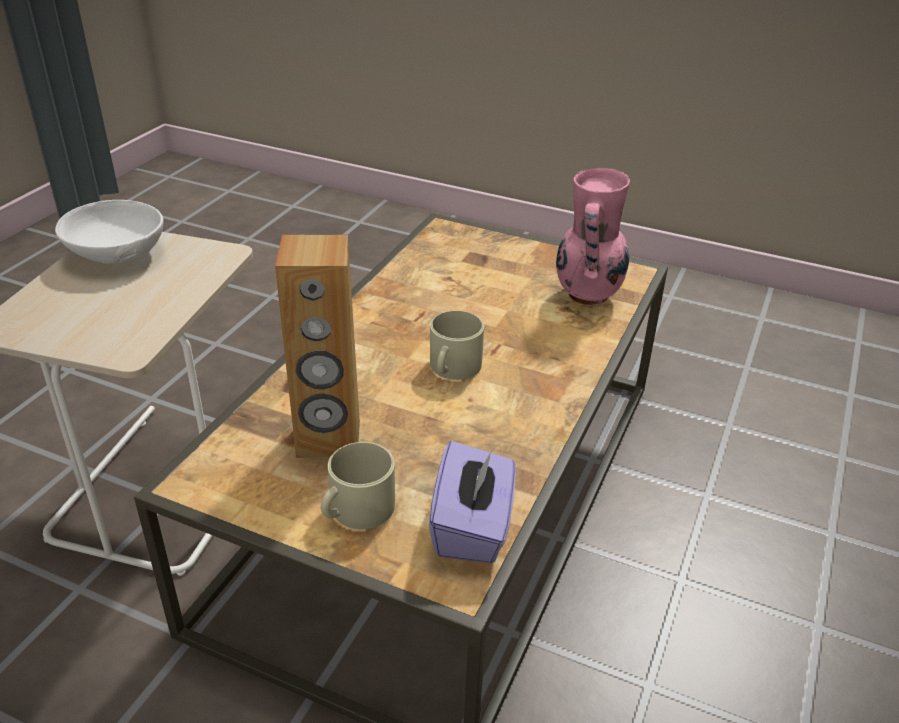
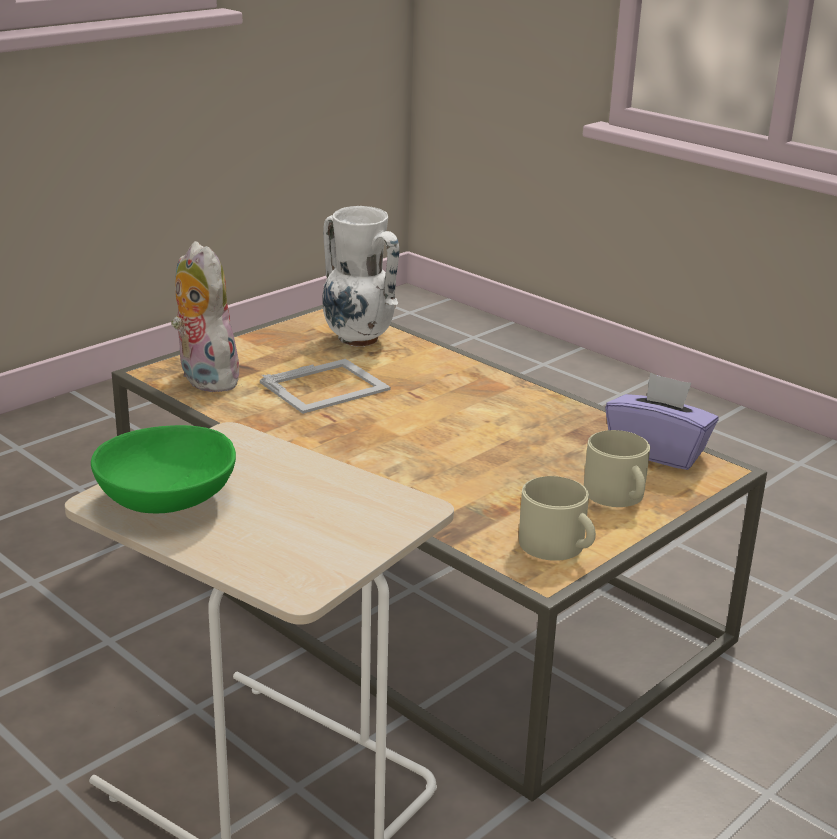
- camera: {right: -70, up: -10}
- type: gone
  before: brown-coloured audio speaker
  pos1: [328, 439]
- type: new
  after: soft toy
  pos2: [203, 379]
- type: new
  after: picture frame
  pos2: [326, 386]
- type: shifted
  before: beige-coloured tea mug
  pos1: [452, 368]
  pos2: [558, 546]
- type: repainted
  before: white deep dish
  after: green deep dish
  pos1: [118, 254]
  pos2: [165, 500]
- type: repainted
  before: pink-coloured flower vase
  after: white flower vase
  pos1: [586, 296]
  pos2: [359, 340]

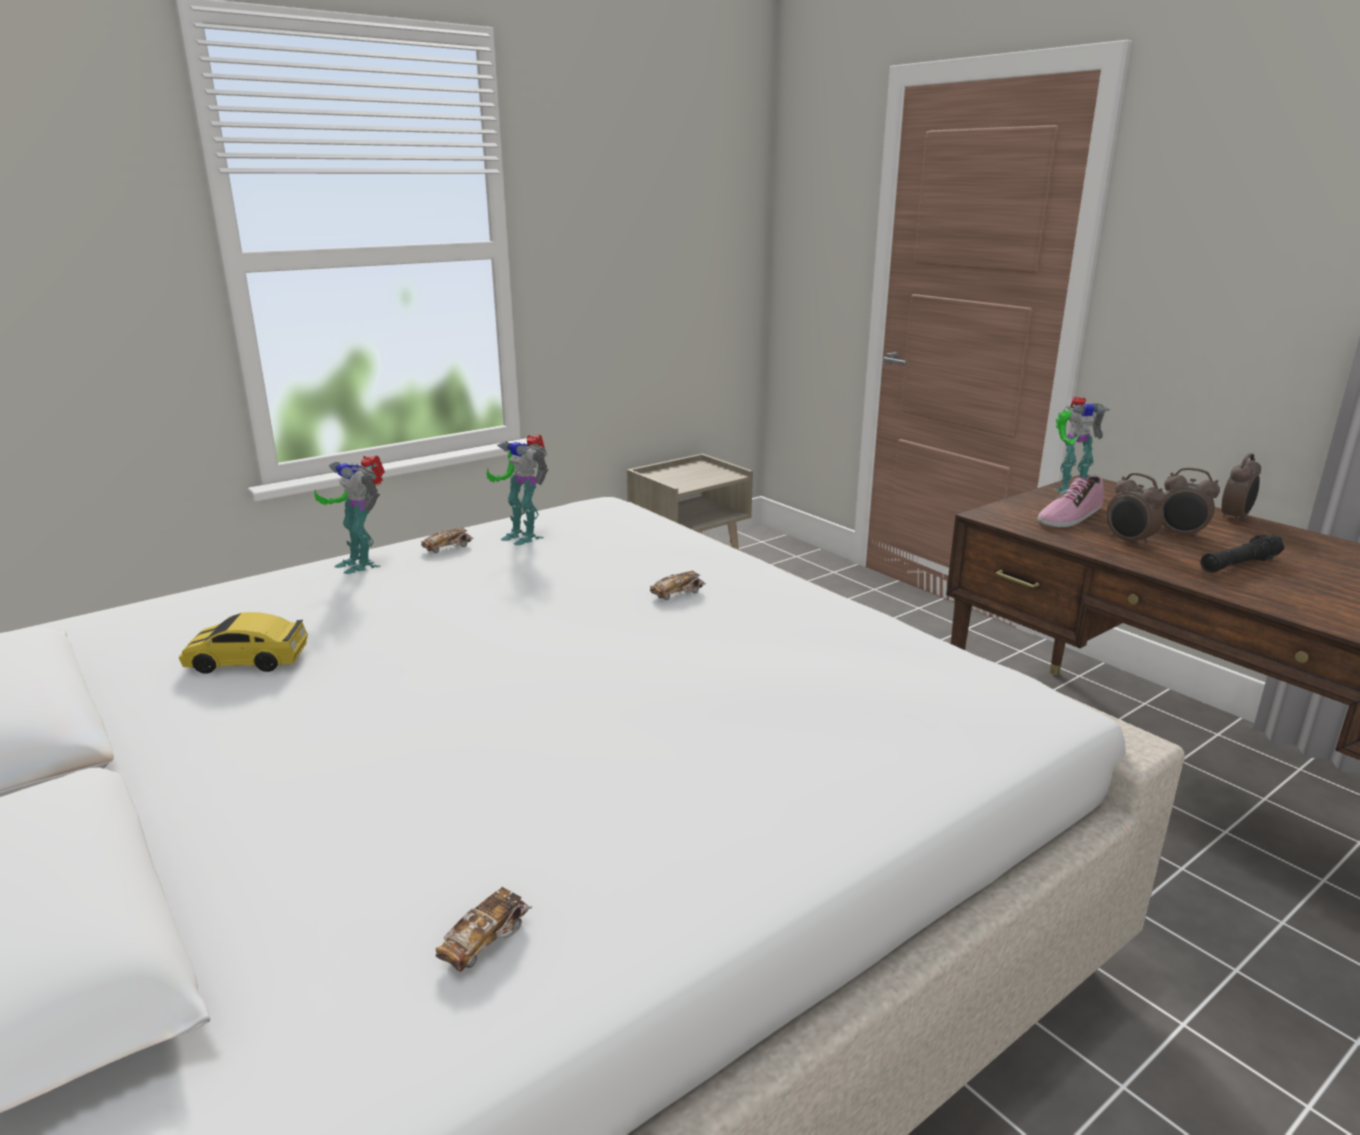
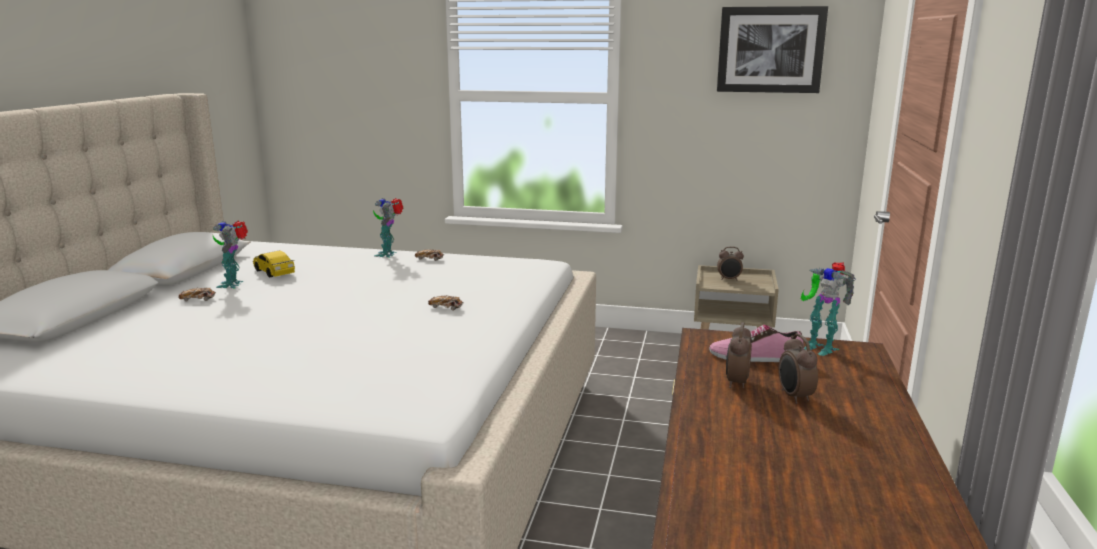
- camera: {right: 50, up: -5}
- type: gone
  before: black hand torch
  pos1: [1239, 565]
- type: new
  after: wall art
  pos2: [770, 50]
- type: shifted
  before: miniature car
  pos1: [485, 941]
  pos2: [198, 299]
- type: shifted
  before: model robot
  pos1: [523, 536]
  pos2: [233, 284]
- type: shifted
  before: bedside clock
  pos1: [1235, 518]
  pos2: [729, 279]

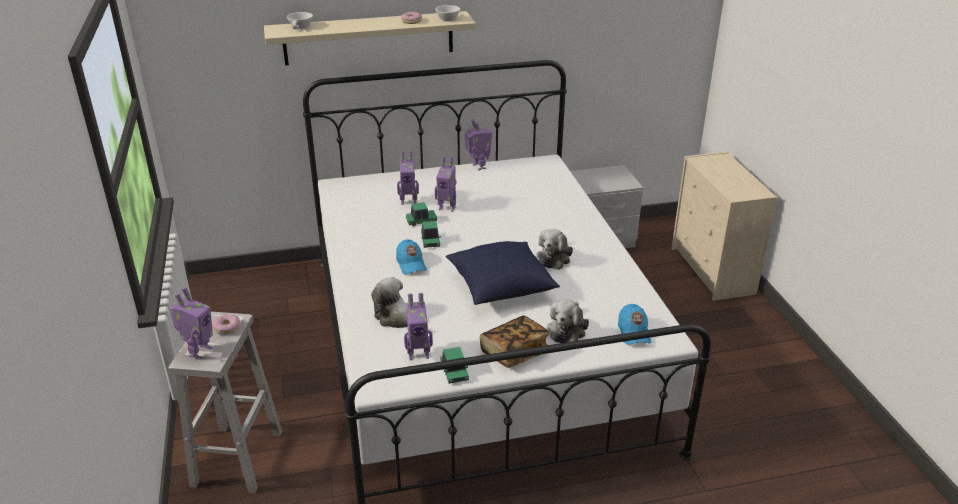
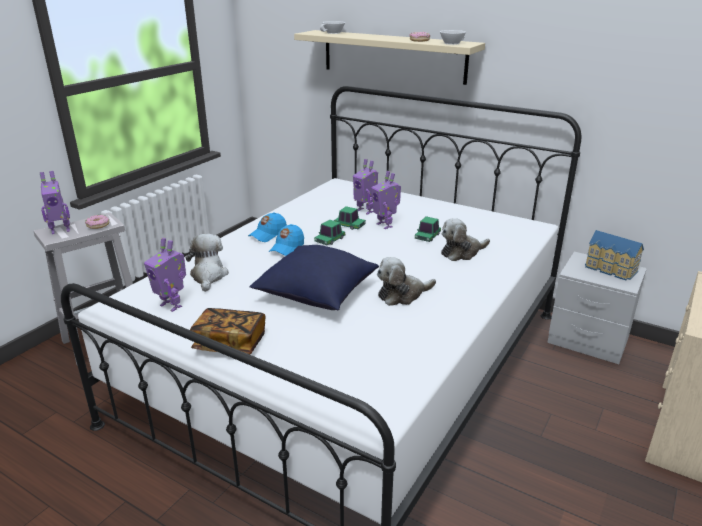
- camera: {right: 45, up: -5}
- type: gone
  before: model robot
  pos1: [478, 167]
- type: new
  after: toy house
  pos2: [610, 269]
- type: shifted
  before: miniature car
  pos1: [454, 372]
  pos2: [427, 237]
- type: shifted
  before: soft toy
  pos1: [567, 329]
  pos2: [462, 252]
- type: shifted
  before: bluish baseball cap
  pos1: [633, 332]
  pos2: [268, 235]

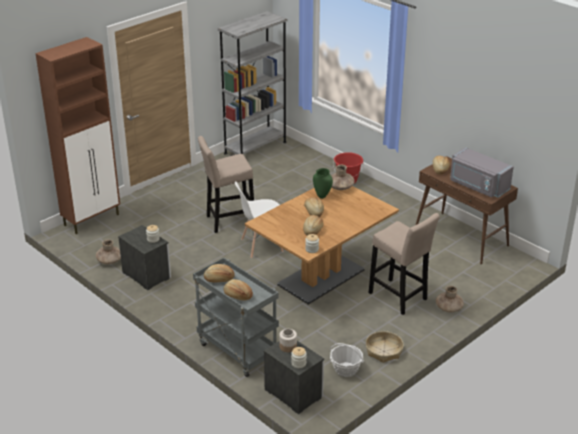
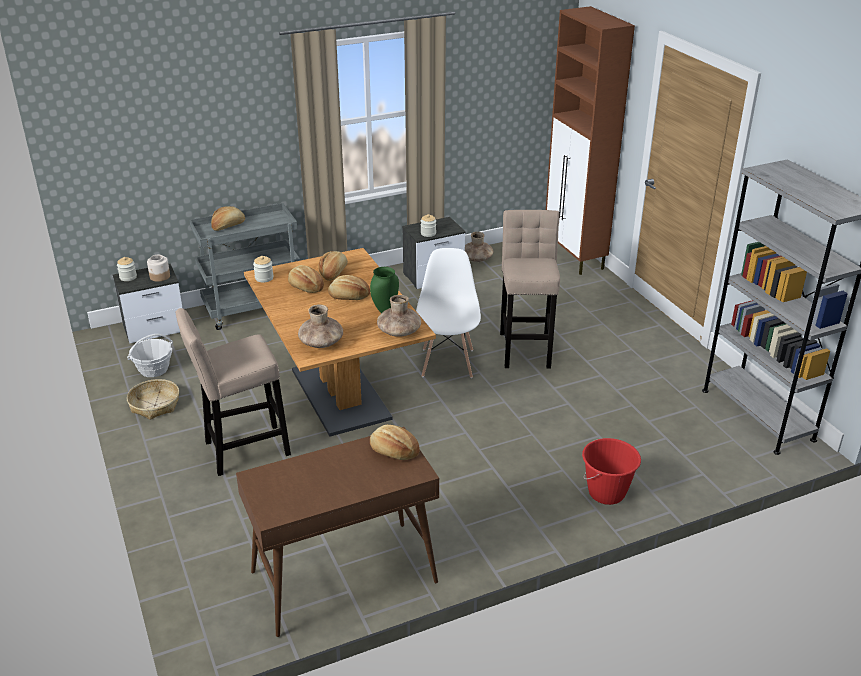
- camera: {right: 110, up: 0}
- type: gone
  before: grey microwave
  pos1: [478, 186]
- type: shifted
  before: baked bread
  pos1: [219, 279]
  pos2: [334, 273]
- type: shifted
  before: brown-coloured flower vase
  pos1: [449, 308]
  pos2: [321, 343]

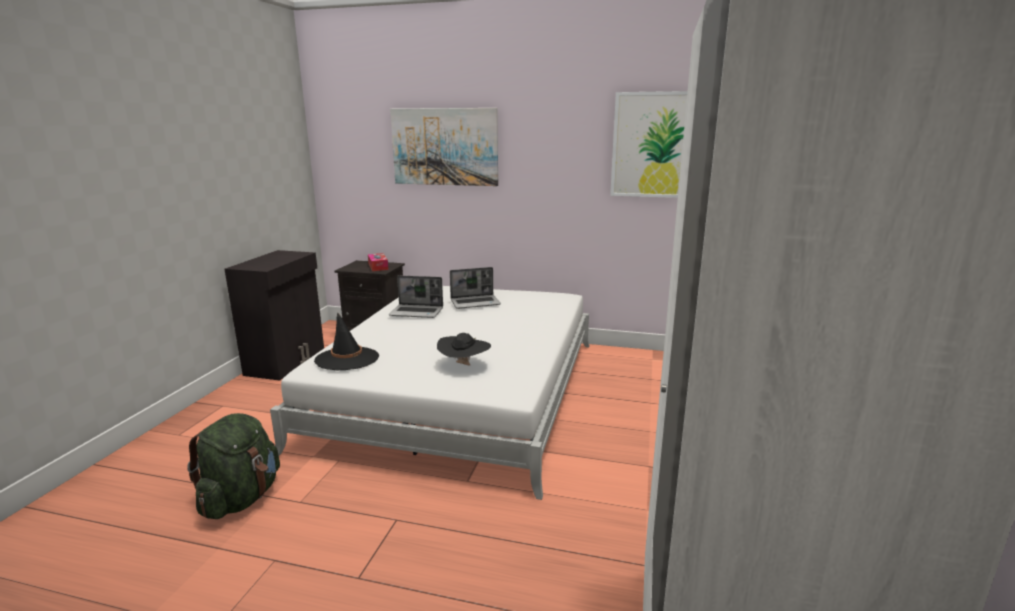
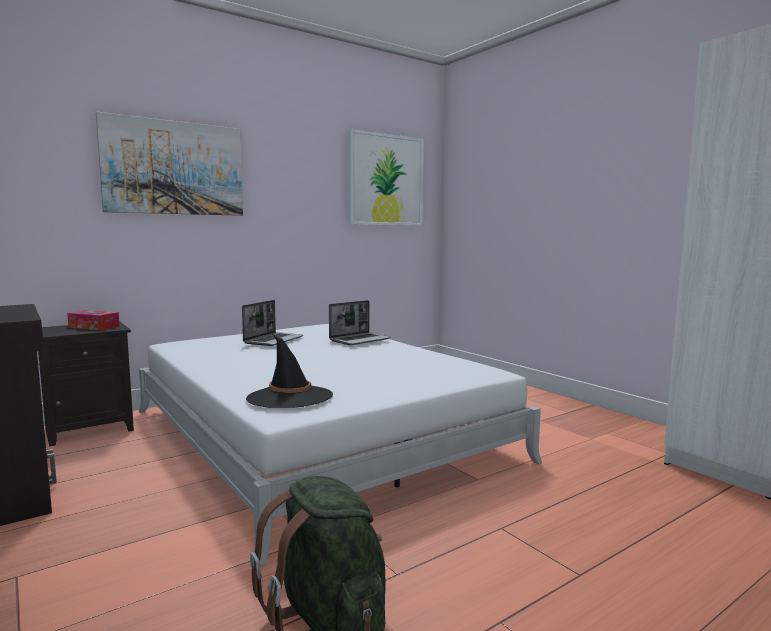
- camera: {right: -50, up: -10}
- type: gone
  before: black hat
  pos1: [464, 366]
- type: shifted
  before: portable computer
  pos1: [417, 312]
  pos2: [360, 340]

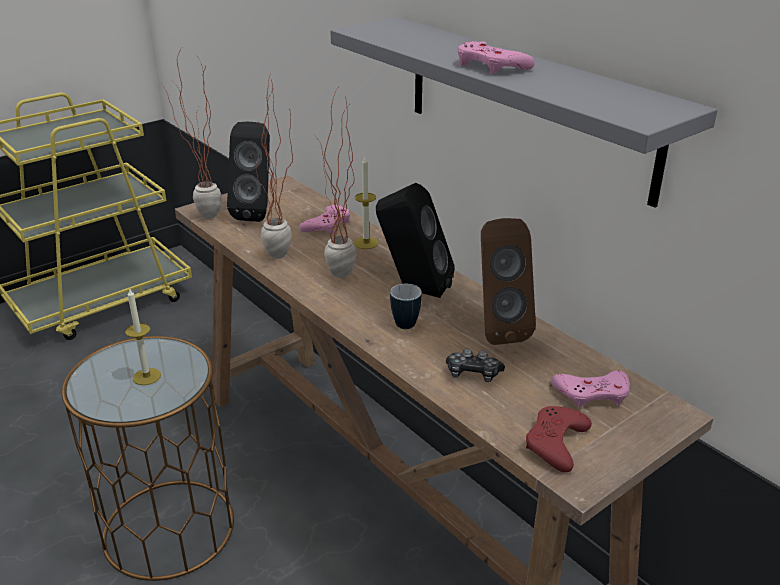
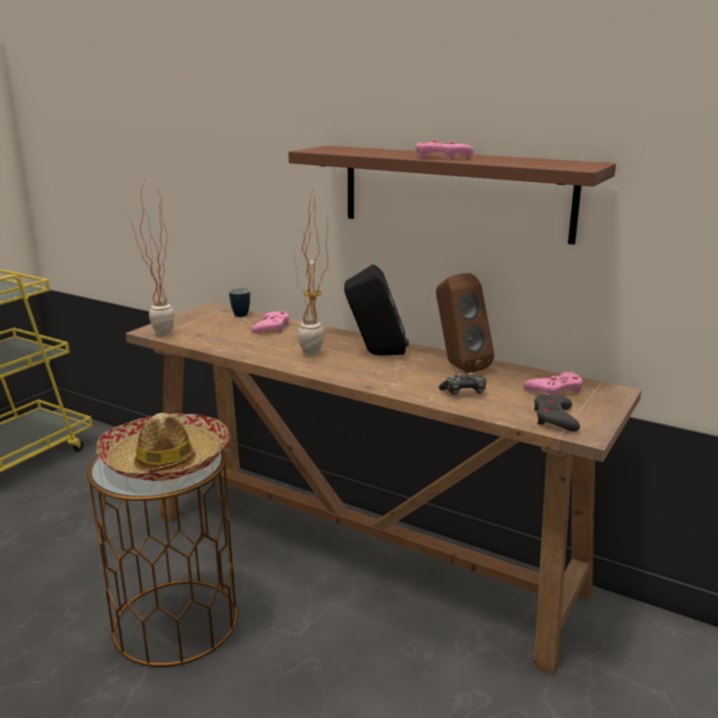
- camera: {right: -20, up: -10}
- type: gone
  before: black audio speaker
  pos1: [257, 213]
- type: gone
  before: potted plant
  pos1: [280, 260]
- type: shifted
  before: tea mug
  pos1: [408, 321]
  pos2: [242, 314]
- type: swapped
  before: candle
  after: hat
  pos1: [146, 376]
  pos2: [166, 460]
- type: repainted
  before: grey wall shelf
  after: brown-coloured wall shelf
  pos1: [525, 105]
  pos2: [454, 192]
- type: repainted
  before: red-coloured game controller
  after: grey game controller
  pos1: [556, 443]
  pos2: [555, 418]

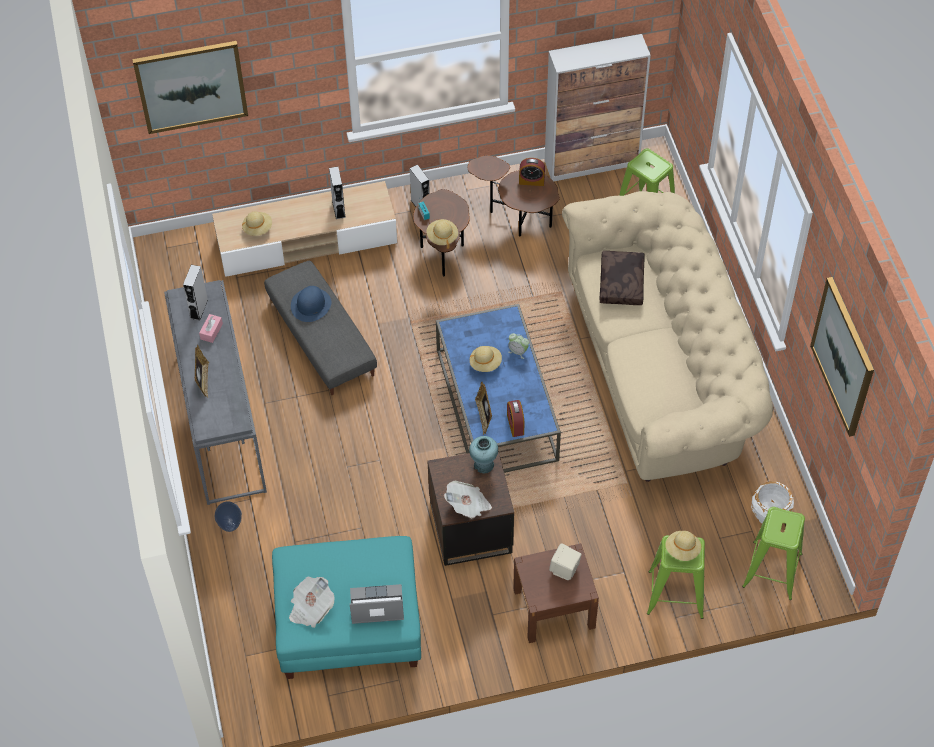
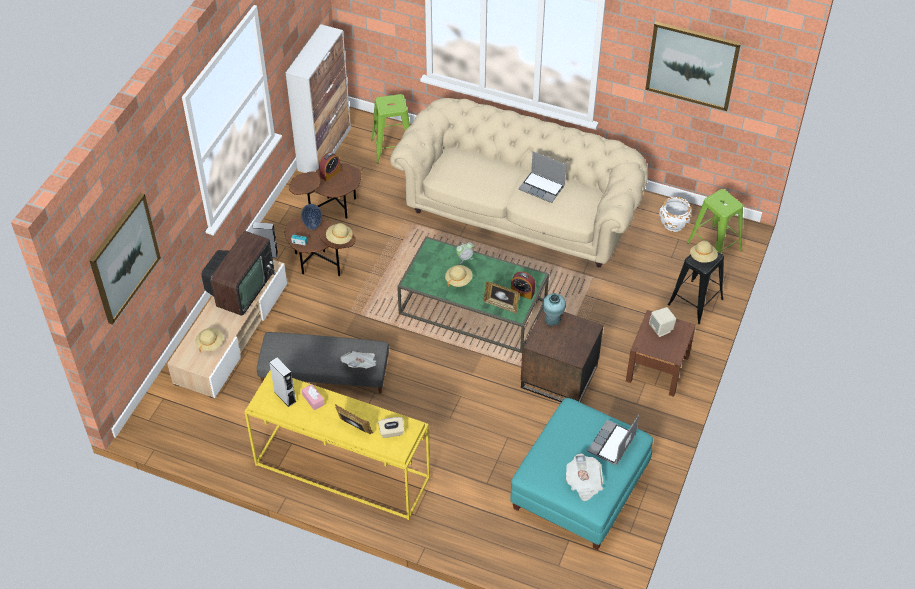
- camera: {right: -55, up: -5}
- type: gone
  before: bluish hat
  pos1: [311, 305]
- type: gone
  before: brown-coloured throw pillow
  pos1: [622, 283]
- type: new
  after: beige-coloured tissue holder
  pos2: [391, 432]
- type: new
  after: portable computer
  pos2: [542, 187]
- type: shifted
  before: flower vase
  pos1: [230, 526]
  pos2: [312, 226]
- type: shifted
  before: printed paper
  pos1: [468, 506]
  pos2: [360, 365]
- type: swapped
  before: grey audio speaker
  after: TV
  pos1: [338, 209]
  pos2: [241, 288]
- type: repainted
  before: grey hall table
  after: yellow hall table
  pos1: [220, 420]
  pos2: [340, 471]
- type: repainted
  before: bluish coffee table
  after: green coffee table
  pos1: [497, 405]
  pos2: [473, 307]
- type: repainted
  before: green sitting stool
  after: black sitting stool
  pos1: [675, 594]
  pos2: [695, 302]

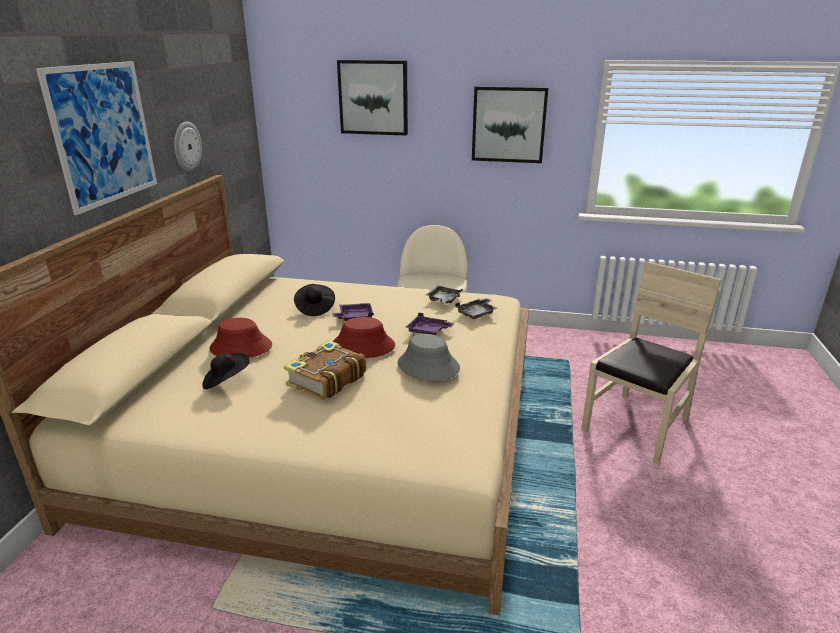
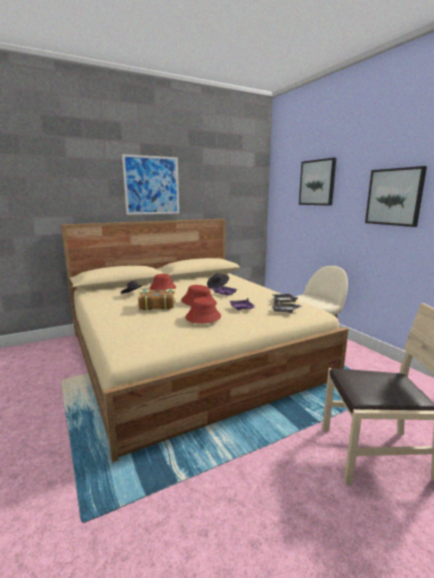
- camera: {right: 50, up: -10}
- type: gone
  before: hanging clock
  pos1: [186, 146]
- type: repainted
  before: grey hat
  after: red-coloured hat
  pos1: [428, 366]
  pos2: [203, 317]

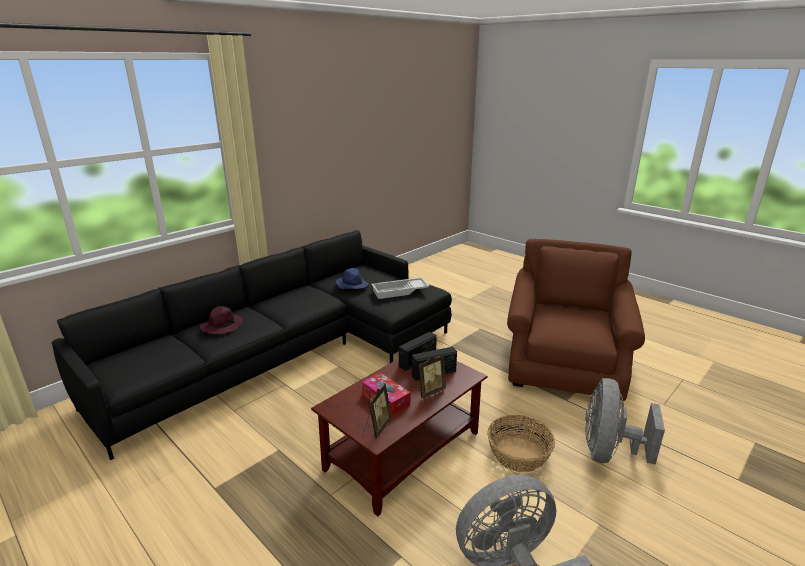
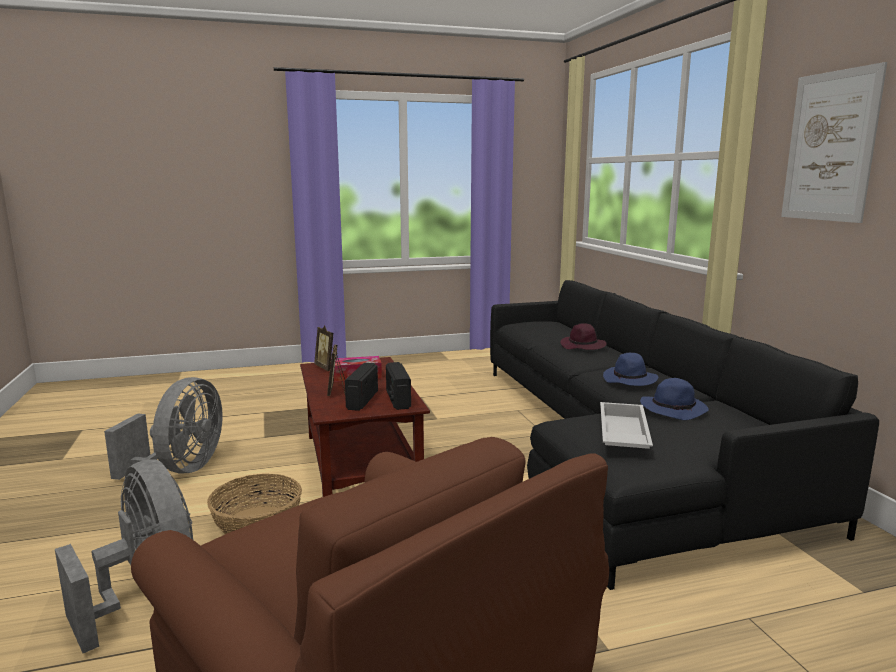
- camera: {right: 120, up: -10}
- type: new
  after: bluish hat
  pos2: [630, 380]
- type: new
  after: wall art
  pos2: [830, 147]

